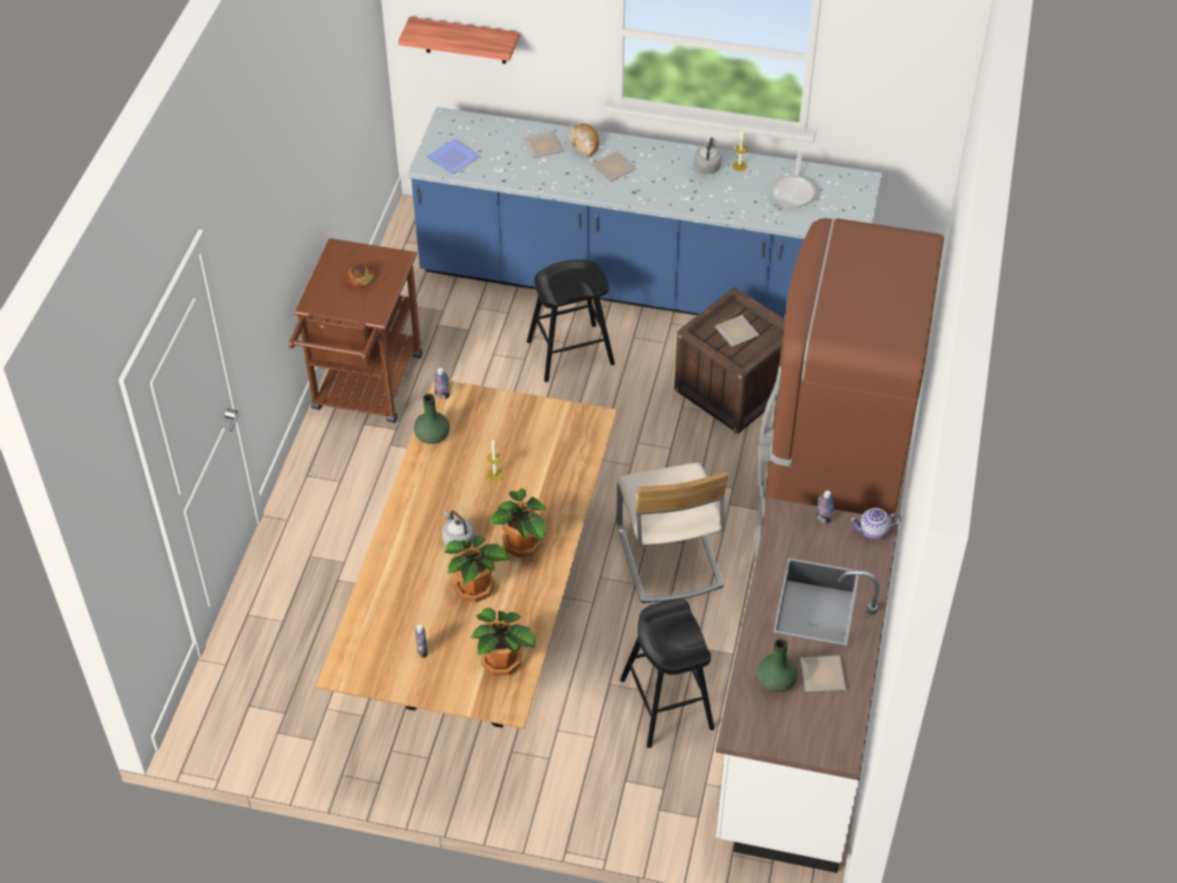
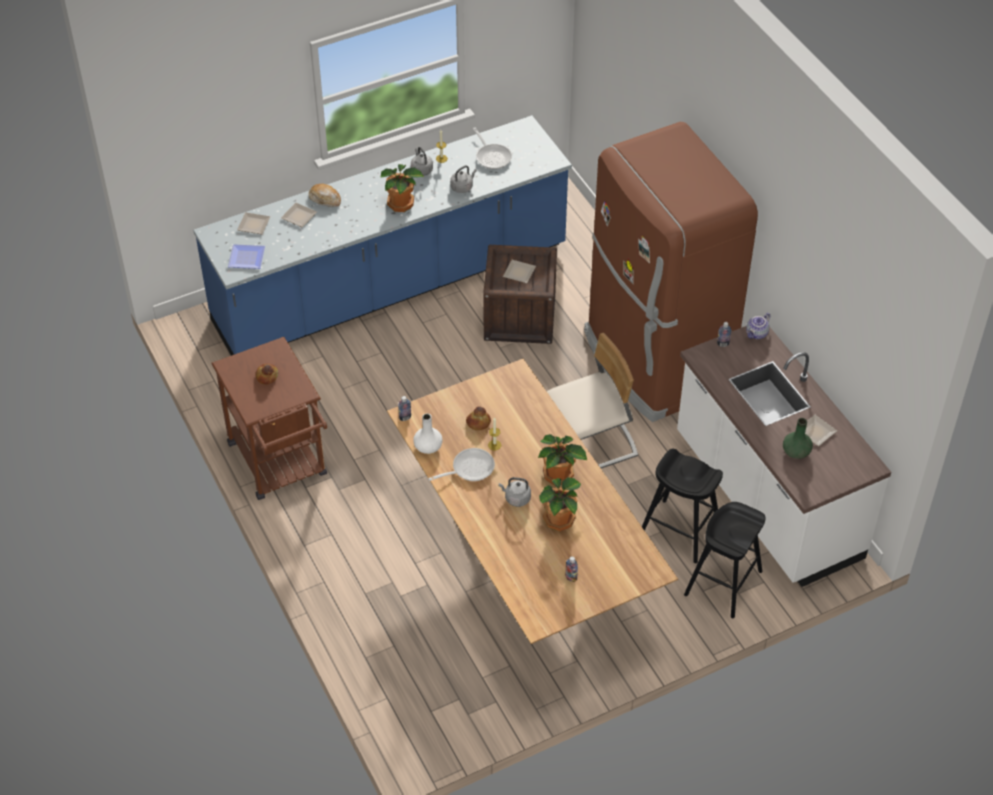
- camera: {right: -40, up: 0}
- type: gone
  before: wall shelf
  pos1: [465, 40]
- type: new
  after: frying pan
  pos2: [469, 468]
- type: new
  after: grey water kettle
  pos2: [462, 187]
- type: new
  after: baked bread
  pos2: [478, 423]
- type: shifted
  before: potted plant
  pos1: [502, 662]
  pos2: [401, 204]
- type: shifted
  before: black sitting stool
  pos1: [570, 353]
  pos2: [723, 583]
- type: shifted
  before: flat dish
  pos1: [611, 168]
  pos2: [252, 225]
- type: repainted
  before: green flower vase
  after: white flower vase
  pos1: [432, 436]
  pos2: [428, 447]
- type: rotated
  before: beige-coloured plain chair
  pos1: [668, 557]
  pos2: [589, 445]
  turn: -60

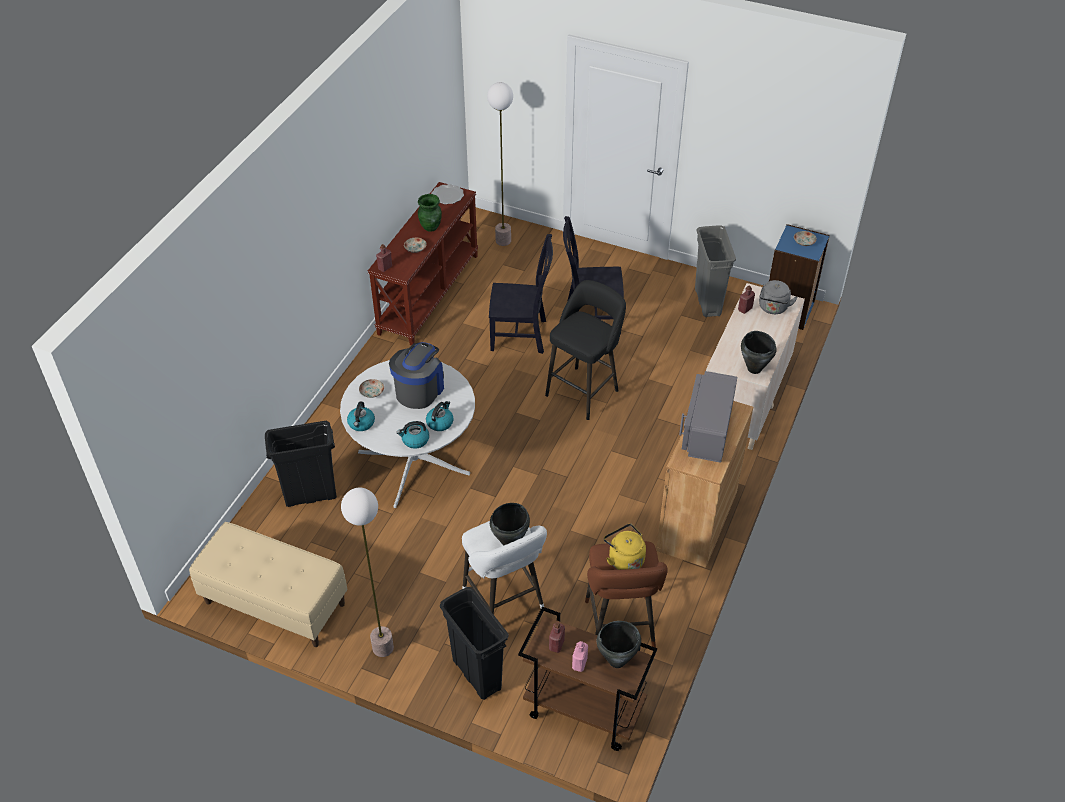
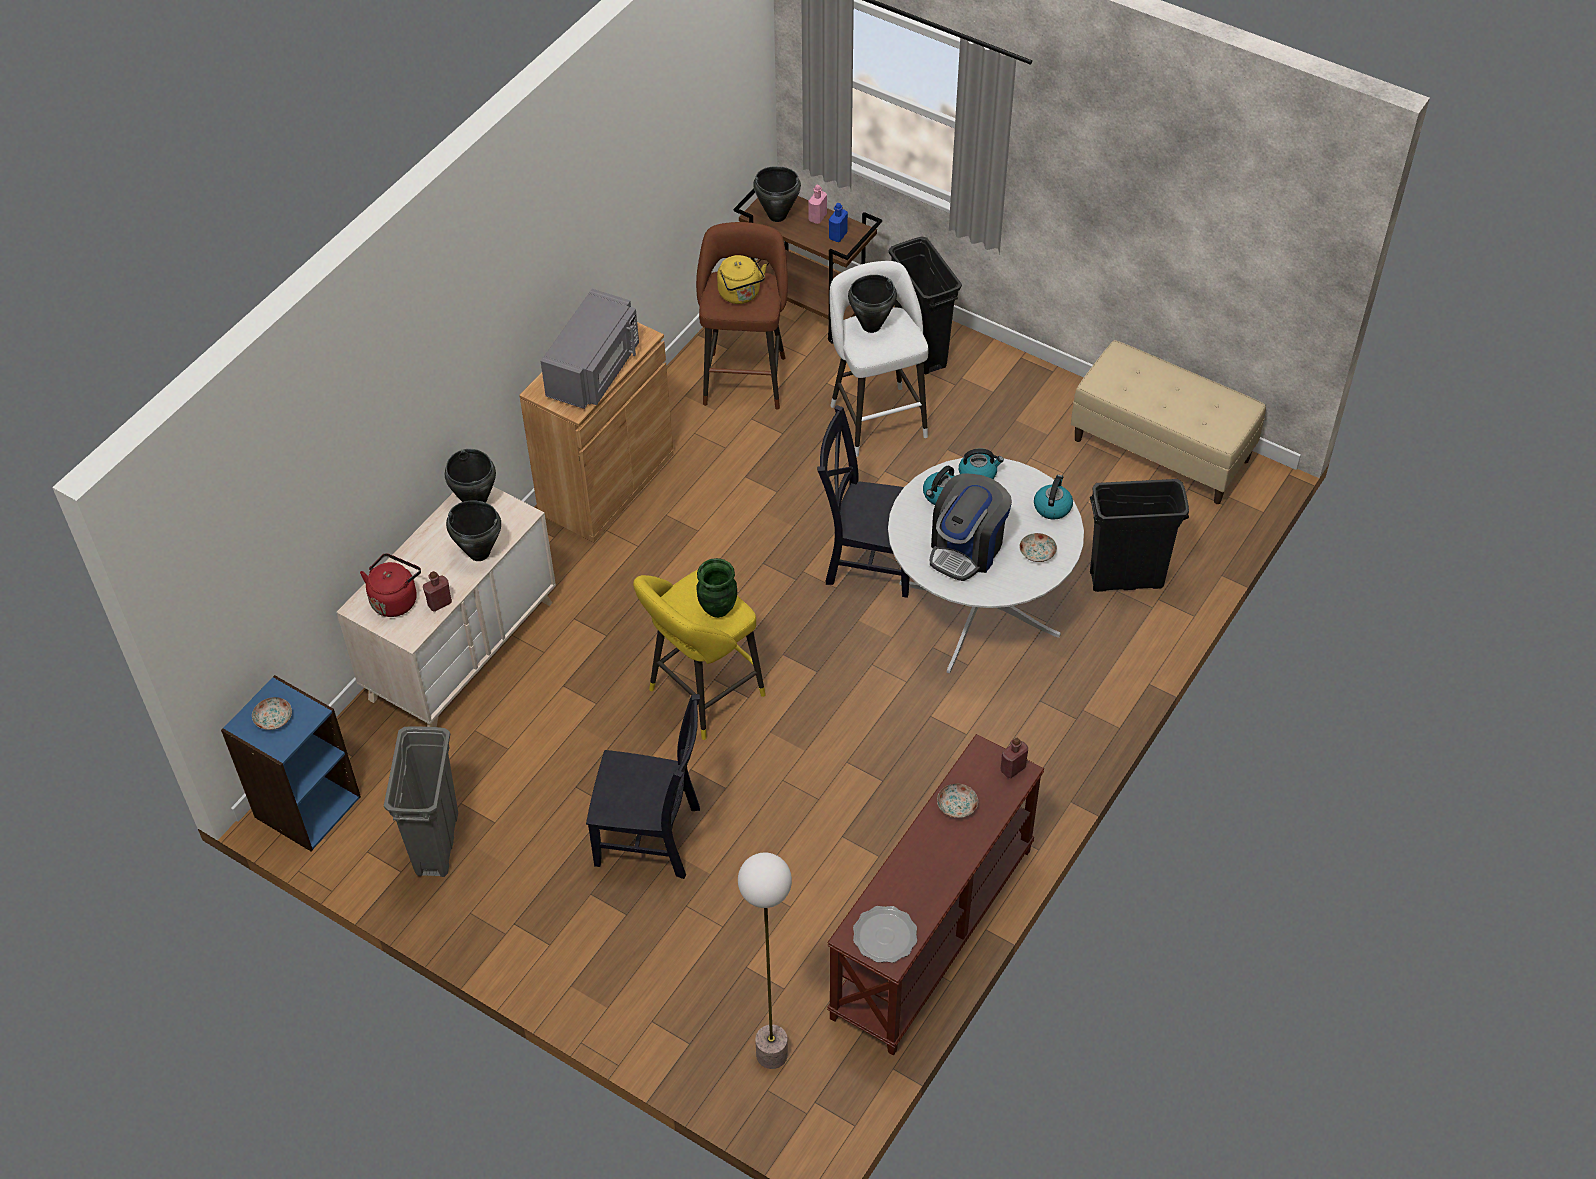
- camera: {right: -170, up: 5}
- type: gone
  before: floor lamp
  pos1: [383, 648]
- type: new
  after: black saucepot
  pos2: [479, 553]
- type: shifted
  before: green flower vase
  pos1: [431, 227]
  pos2: [717, 608]
- type: shifted
  before: black plain chair
  pos1: [521, 336]
  pos2: [869, 560]
- type: repainted
  before: black sitting stool
  after: yellow sitting stool
  pos1: [584, 390]
  pos2: [701, 695]
- type: repainted
  before: red-coloured drink bottle
  after: bluish drink bottle
  pos1: [556, 645]
  pos2: [838, 235]
- type: repainted
  before: grey water kettle
  after: red-coloured water kettle
  pos1: [773, 308]
  pos2: [395, 599]

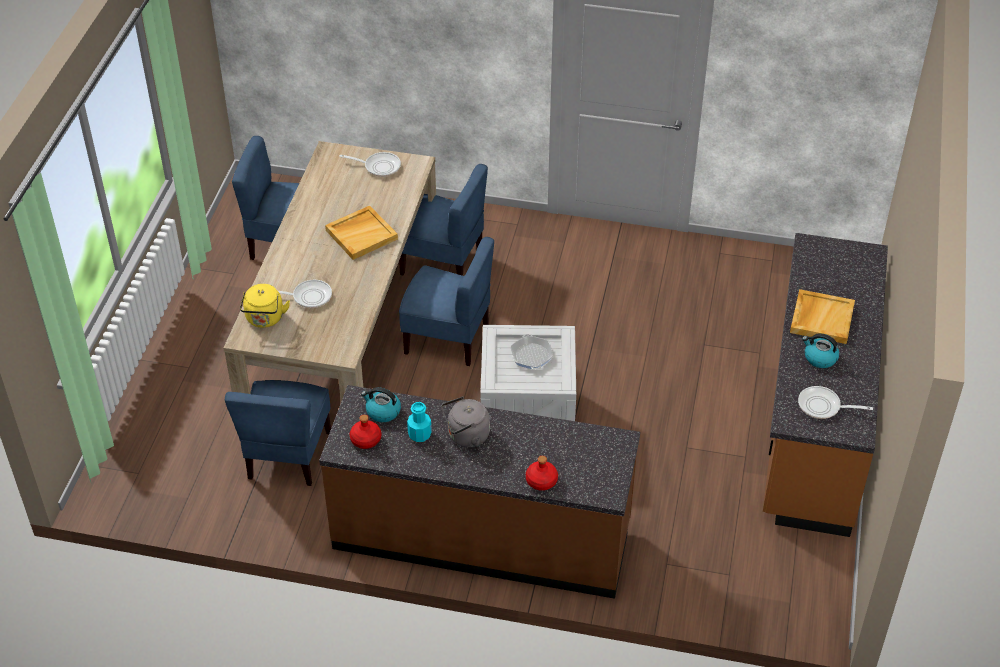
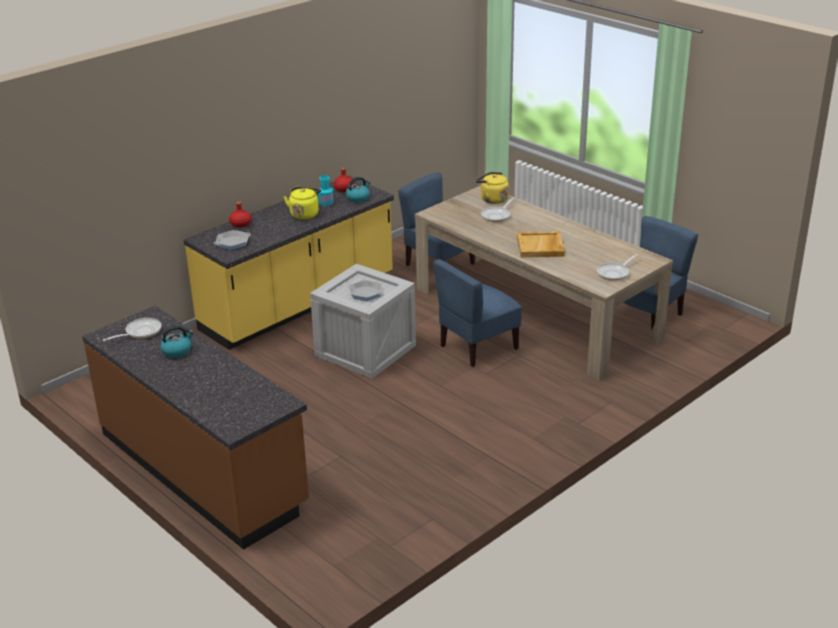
- camera: {right: 125, up: -15}
- type: gone
  before: bluish plain chair
  pos1: [442, 262]
- type: gone
  before: beige-coloured tray
  pos1: [821, 318]
- type: new
  after: frying pan
  pos2: [232, 243]
- type: repainted
  before: brown-coloured kitchen base unit
  after: yellow kitchen base unit
  pos1: [482, 535]
  pos2: [299, 304]
- type: repainted
  before: grey water kettle
  after: yellow water kettle
  pos1: [466, 436]
  pos2: [304, 214]

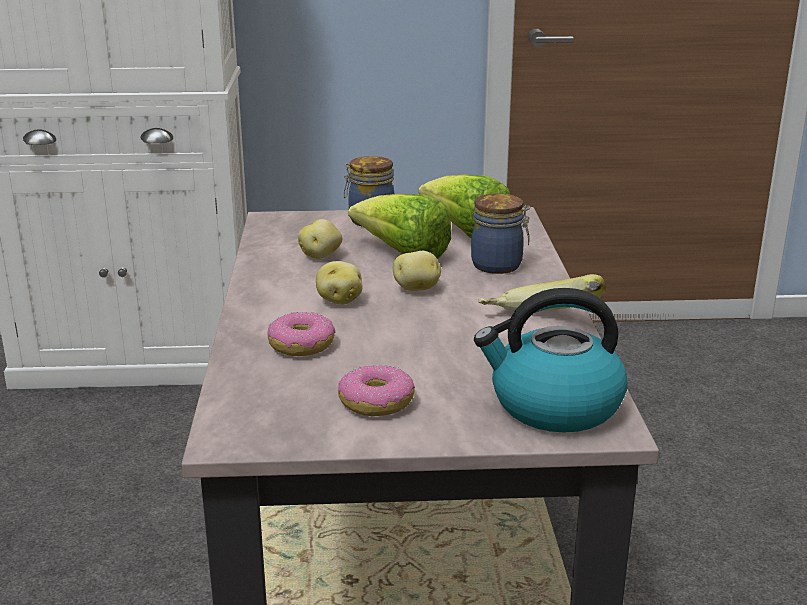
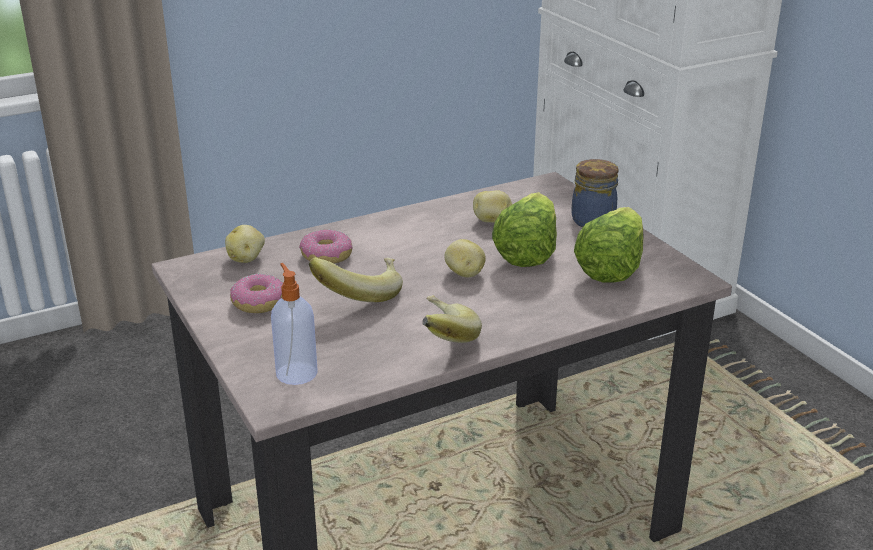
- camera: {right: 65, up: 5}
- type: gone
  before: preserve jar
  pos1: [499, 265]
- type: new
  after: banana
  pos2: [359, 294]
- type: shifted
  before: whole potato
  pos1: [339, 300]
  pos2: [246, 258]
- type: swapped
  before: water kettle
  after: liquid soap bottle
  pos1: [554, 406]
  pos2: [296, 372]

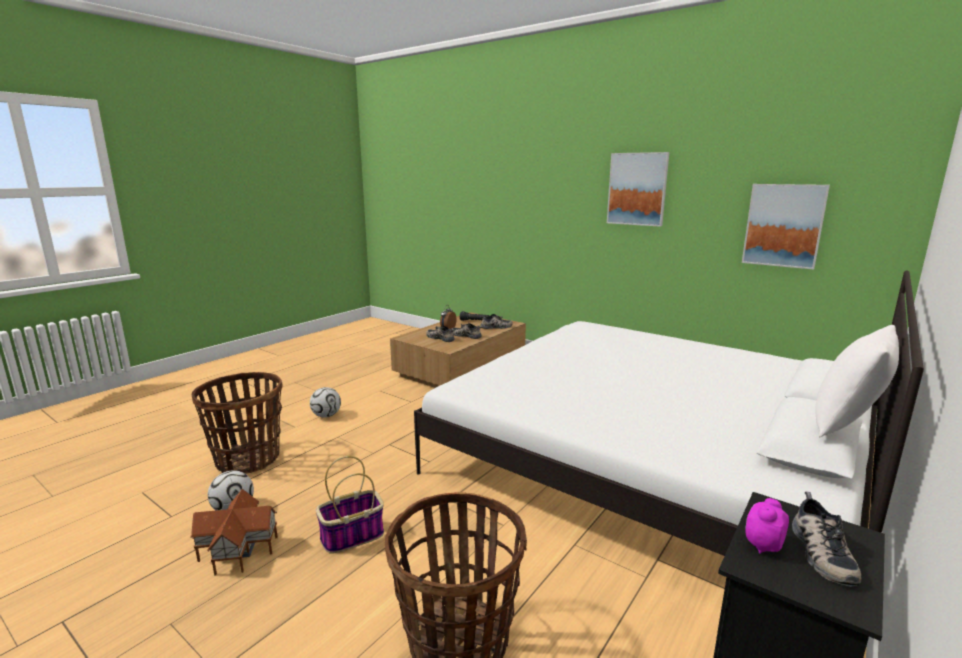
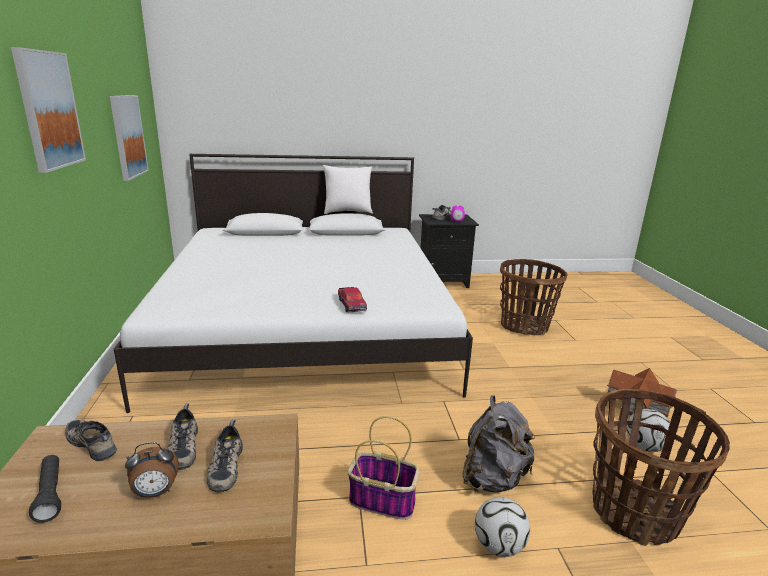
- camera: {right: -135, up: 5}
- type: new
  after: miniature car
  pos2: [352, 304]
- type: new
  after: grey backpack
  pos2: [493, 478]
- type: shifted
  before: storage basket
  pos1: [352, 537]
  pos2: [383, 500]

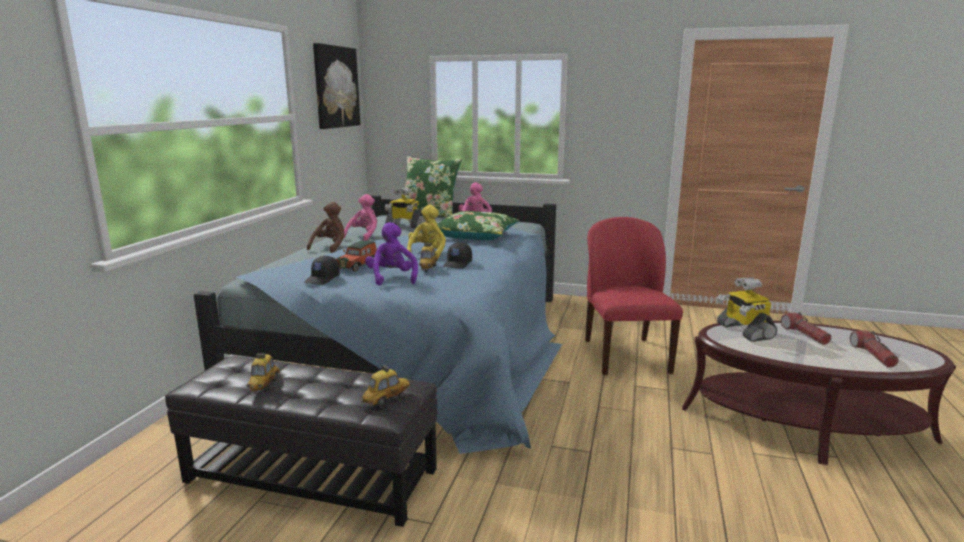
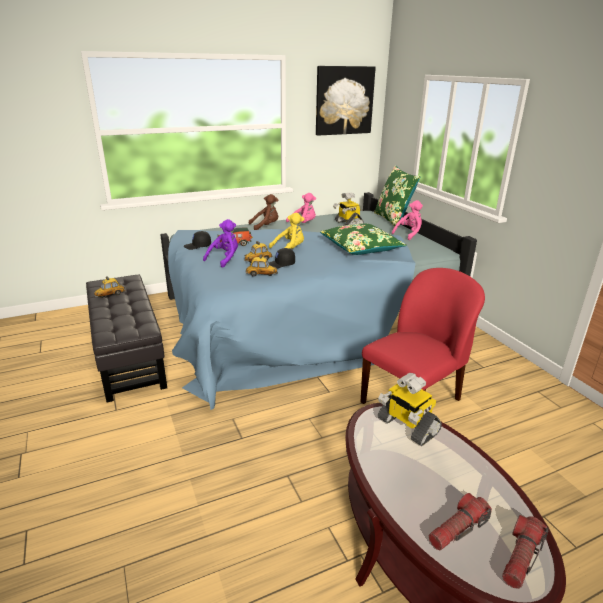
- camera: {right: 50, up: 10}
- type: shifted
  before: miniature car
  pos1: [387, 399]
  pos2: [261, 275]
- type: shifted
  before: hand torch
  pos1: [804, 335]
  pos2: [521, 557]
- type: rotated
  before: model robot
  pos1: [743, 331]
  pos2: [406, 426]
  turn: -75

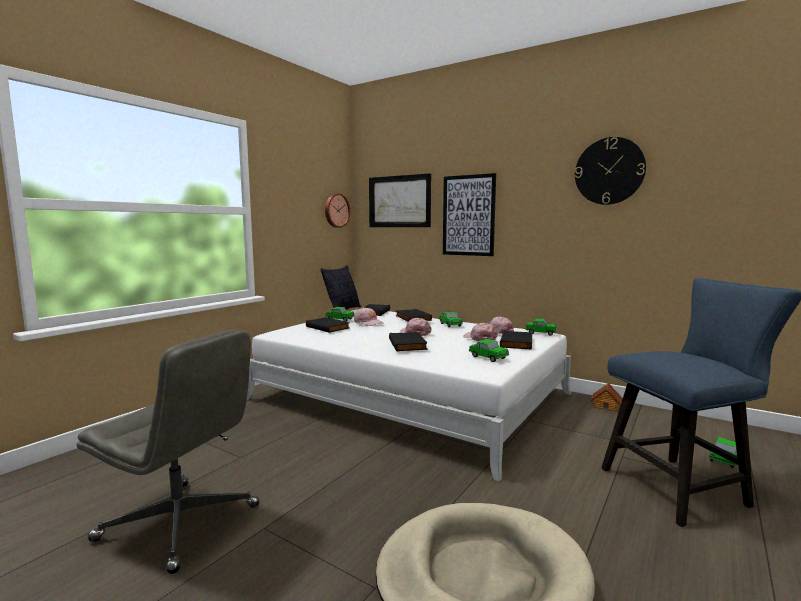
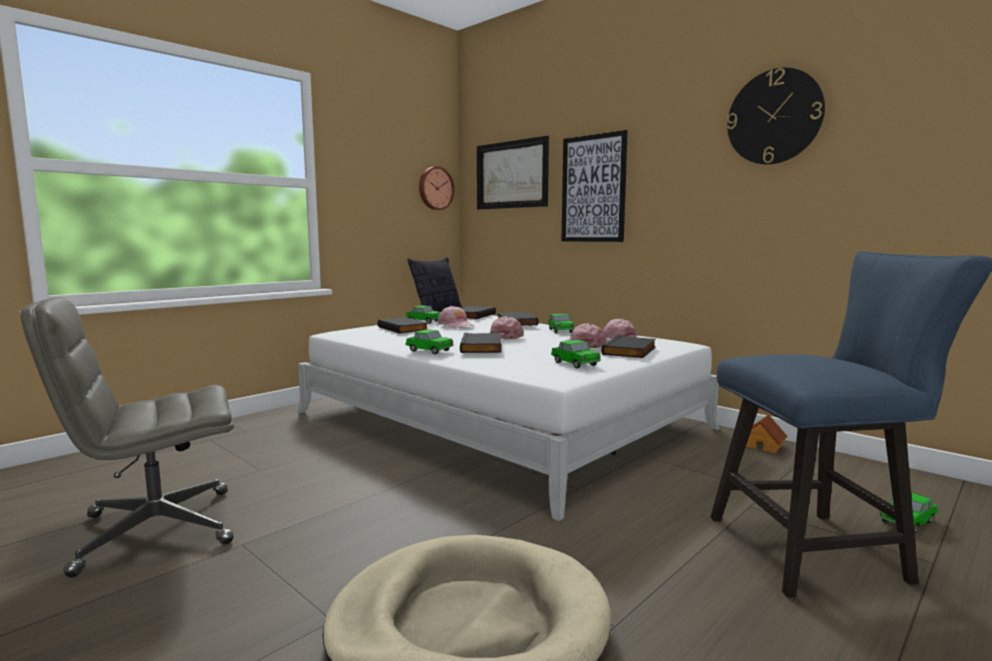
- camera: {right: 10, up: 0}
- type: shifted
  before: miniature car
  pos1: [540, 333]
  pos2: [429, 351]
- type: rotated
  before: grey office chair
  pos1: [181, 523]
  pos2: [155, 530]
  turn: 120

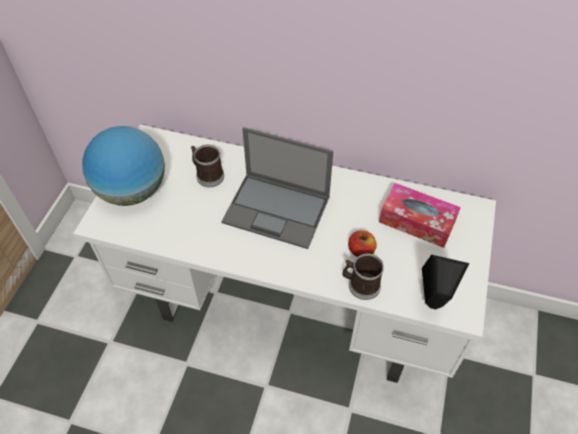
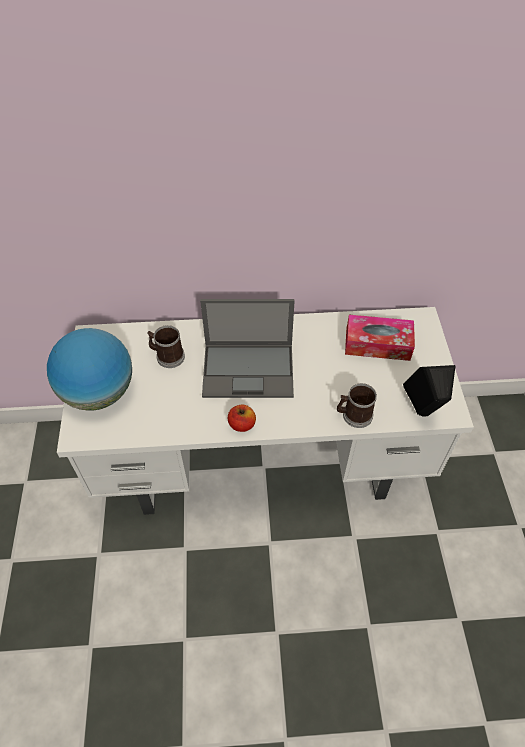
- camera: {right: -20, up: 0}
- type: shifted
  before: whole apple
  pos1: [361, 250]
  pos2: [242, 424]

